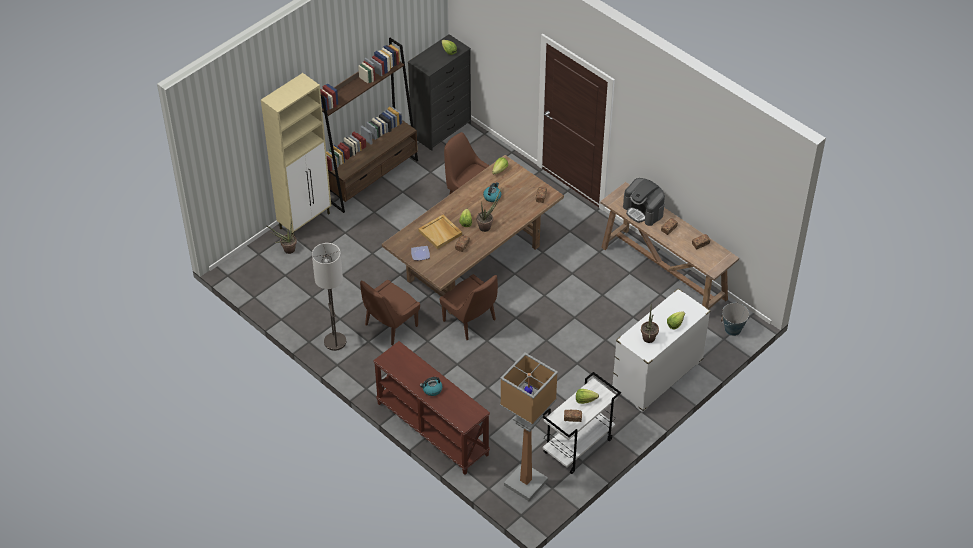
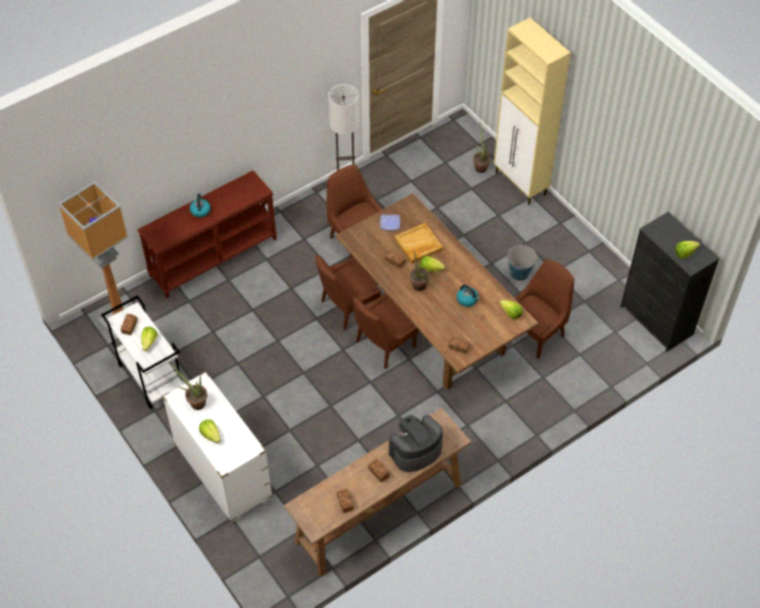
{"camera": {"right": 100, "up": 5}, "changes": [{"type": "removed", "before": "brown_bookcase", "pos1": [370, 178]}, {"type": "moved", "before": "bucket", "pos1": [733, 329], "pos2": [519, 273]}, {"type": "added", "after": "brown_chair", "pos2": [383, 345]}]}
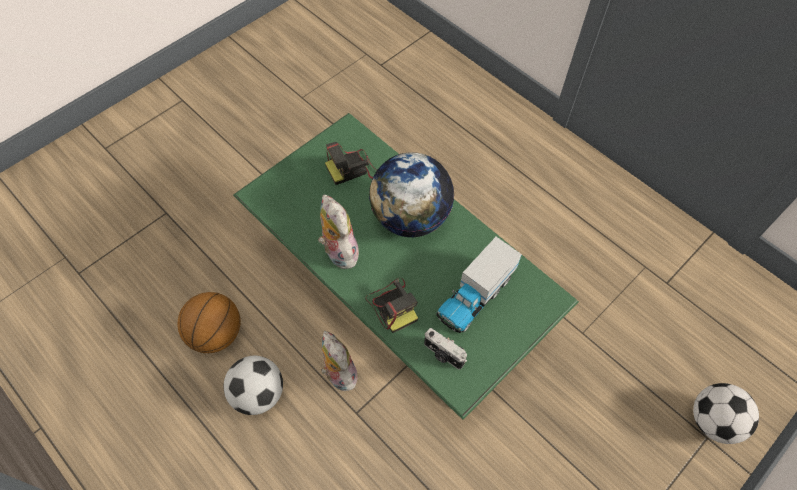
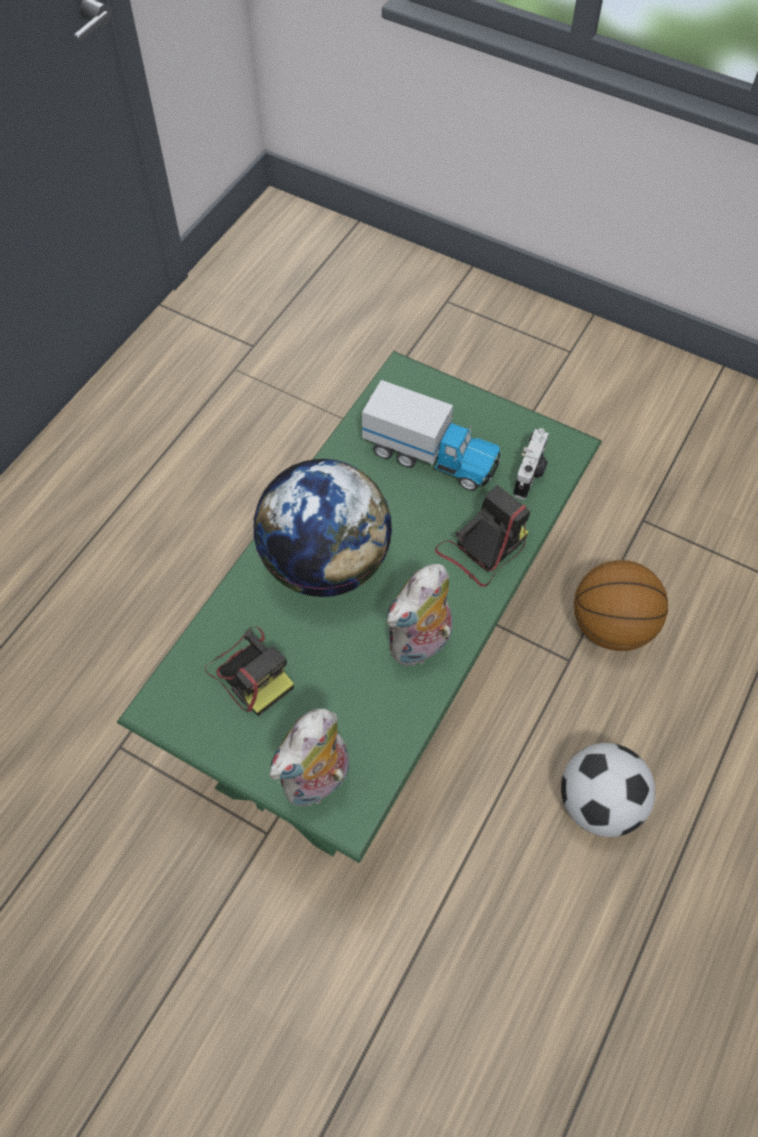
{"camera": {"right": -105, "up": 0}, "changes": [{"type": "moved", "before": "basketball", "pos1": [215, 334], "pos2": [611, 626]}, {"type": "moved", "before": "plush_toy", "pos1": [338, 374], "pos2": [317, 782]}, {"type": "removed", "before": "football", "pos1": [713, 421]}]}
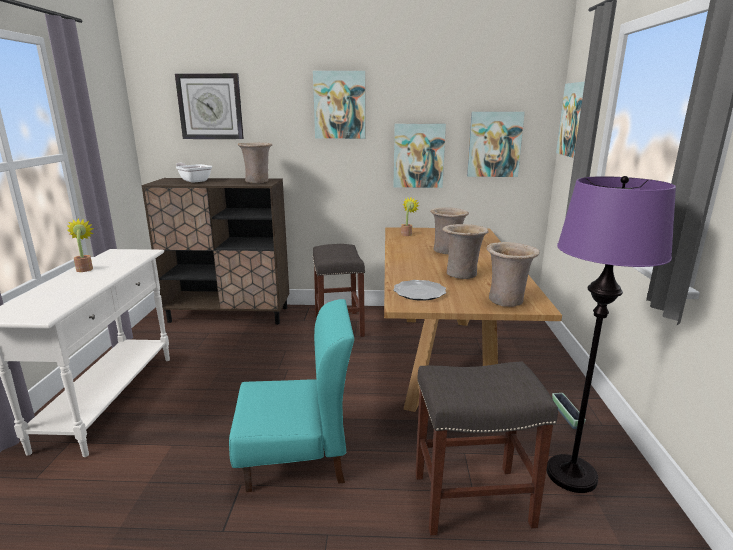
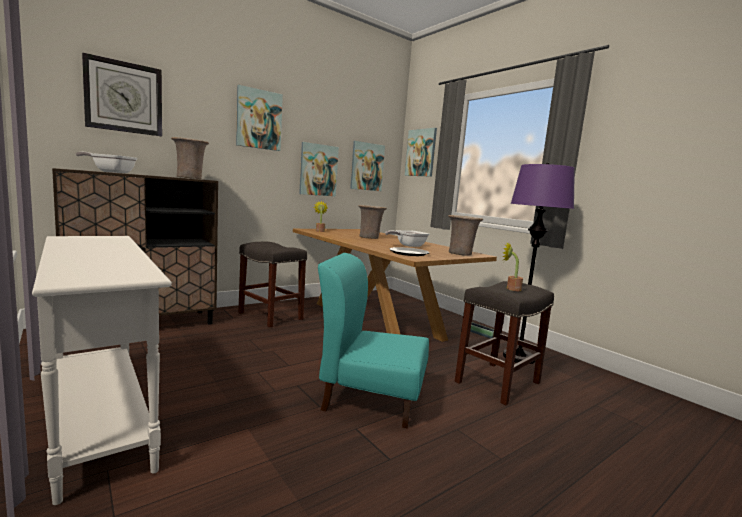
{"camera": {"right": -40, "up": -10}, "changes": [{"type": "moved", "before": "potted_plant", "pos1": [85, 268], "pos2": [510, 289]}, {"type": "replaced", "before": "beige_vase", "after": "frying_pan", "pos1": [461, 274], "pos2": [408, 245]}, {"type": "turned", "before": "turquoise_chair", "pos1": [296, 458], "pos2": [370, 399], "turn": -120}]}
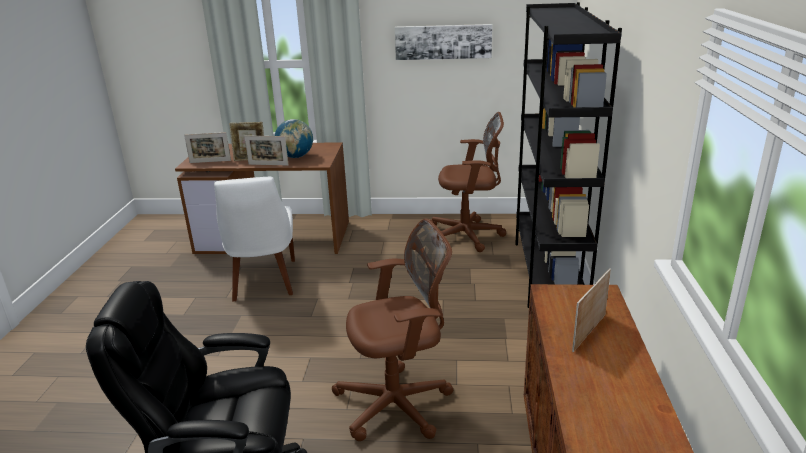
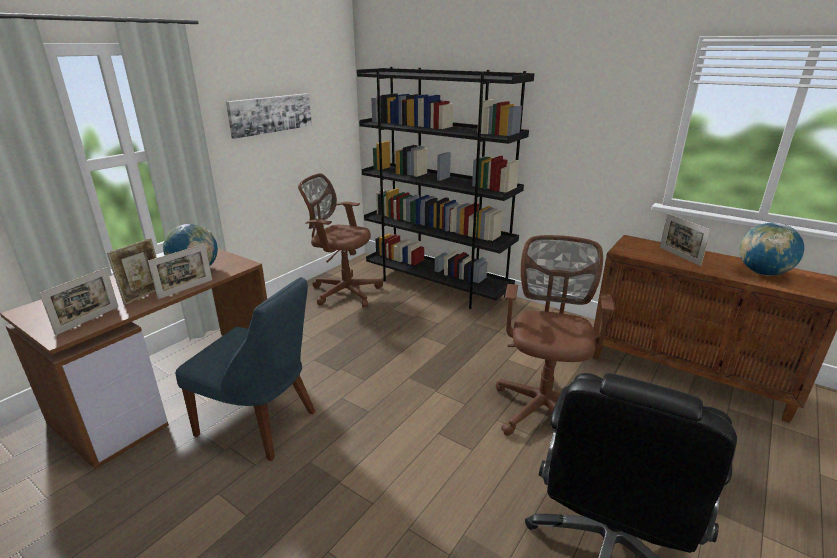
{"camera": {"right": -60, "up": 0}, "changes": [{"type": "turned", "before": "brown_office_chair", "pos1": [468, 235], "pos2": [343, 291], "turn": -105}, {"type": "recoloured", "before": "white_chair", "after": "blue_chair", "pos1": [264, 282], "pos2": [261, 424]}, {"type": "added", "after": "globe", "pos2": [762, 273]}]}
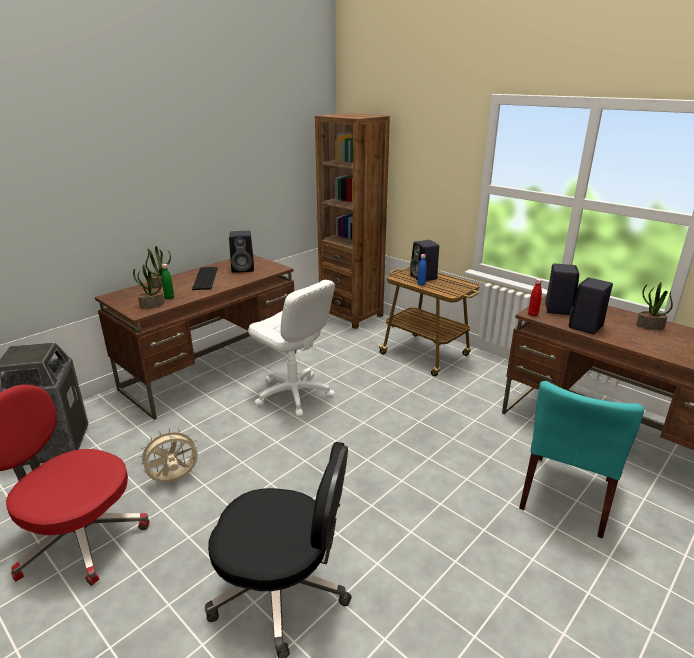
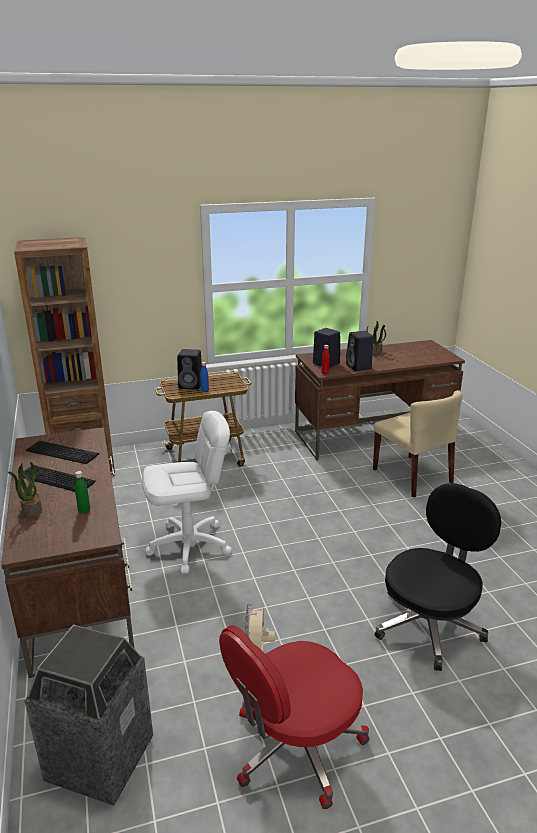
{"camera": {"right": -60, "up": 0}, "changes": [{"type": "replaced", "before": "black_speaker", "after": "keyboard", "pos1": [244, 269], "pos2": [62, 451]}, {"type": "removed", "before": "potted_plant", "pos1": [151, 305]}, {"type": "recoloured", "before": "turquoise_chair", "after": "beige_chair", "pos1": [567, 494], "pos2": [412, 476]}]}
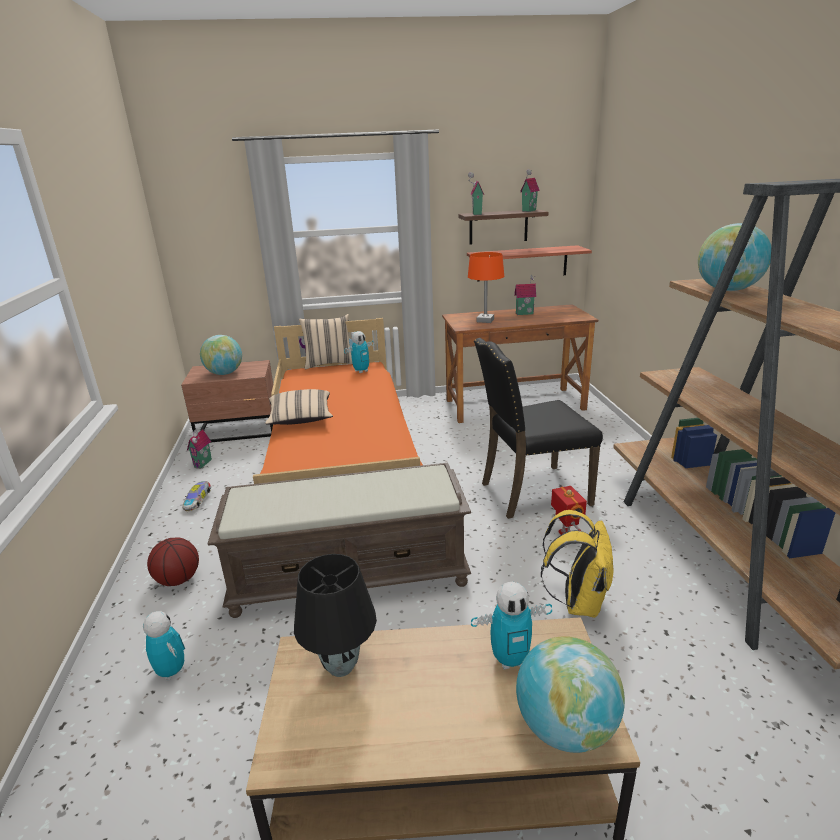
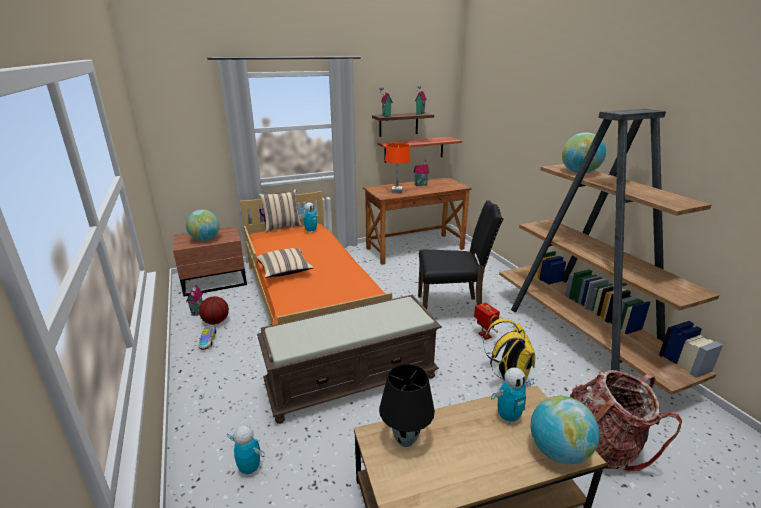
{"camera": {"right": -15, "up": 0}, "changes": [{"type": "turned", "before": "black_chair", "pos1": [532, 493], "pos2": [451, 309], "turn": -150}, {"type": "moved", "before": "basketball", "pos1": [178, 579], "pos2": [216, 321]}, {"type": "added", "after": "backpack", "pos2": [602, 446]}]}
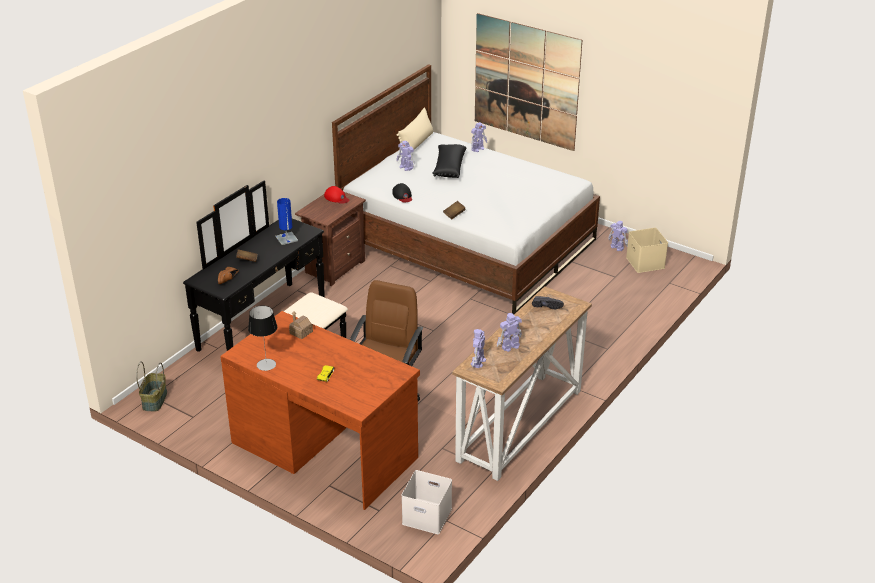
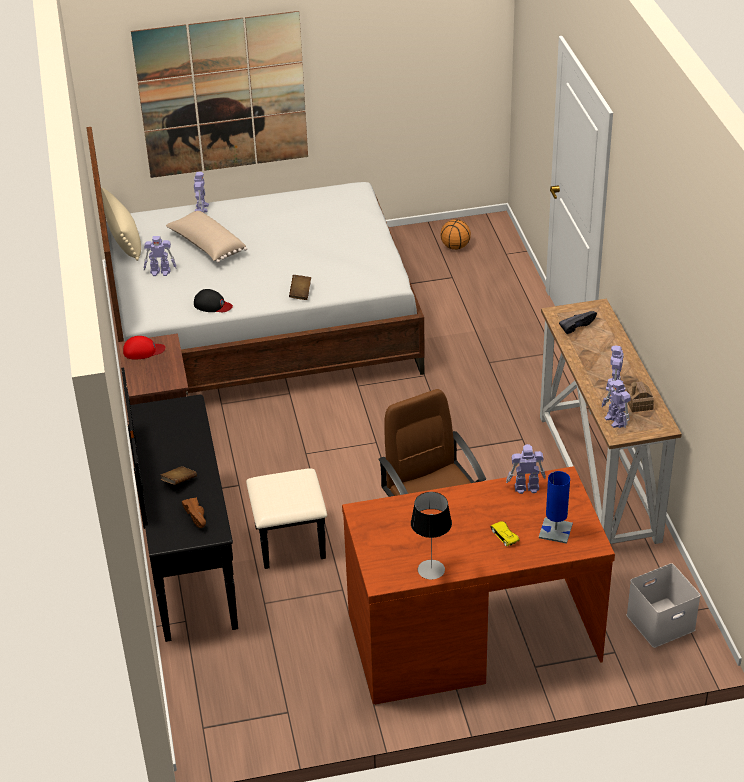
{"camera": {"right": -45, "up": 5}, "changes": [{"type": "recoloured", "before": "black_pillow", "after": "beige_pillow", "pos1": [448, 168], "pos2": [207, 246]}, {"type": "moved", "before": "blue_table_lamp", "pos1": [286, 239], "pos2": [555, 531]}, {"type": "moved", "before": "toy_robot", "pos1": [617, 247], "pos2": [526, 487]}, {"type": "replaced", "before": "beige_storage_box", "after": "basketball", "pos1": [644, 262], "pos2": [455, 247]}, {"type": "moved", "before": "toy_house", "pos1": [301, 332], "pos2": [639, 404]}, {"type": "removed", "before": "basket", "pos1": [154, 400]}]}
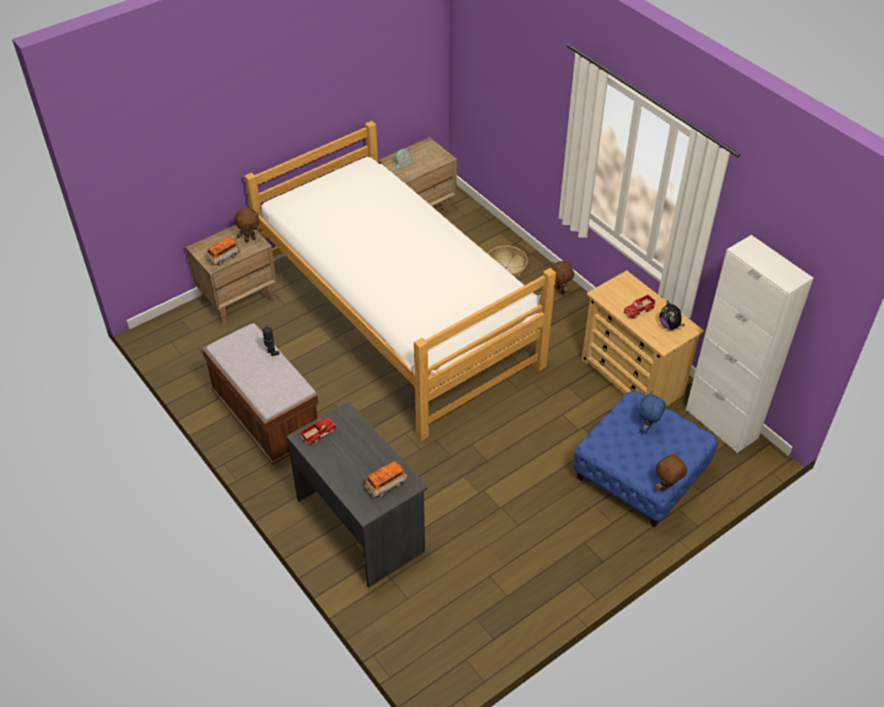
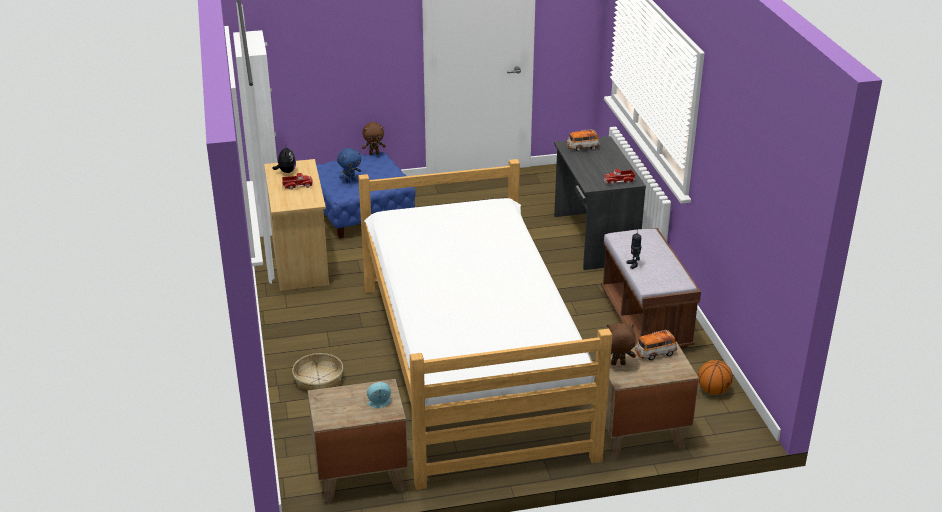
{"camera": {"right": -155, "up": -15}, "changes": [{"type": "removed", "before": "brown_plush_toy", "pos1": [560, 290]}, {"type": "added", "after": "basketball", "pos2": [713, 390]}]}
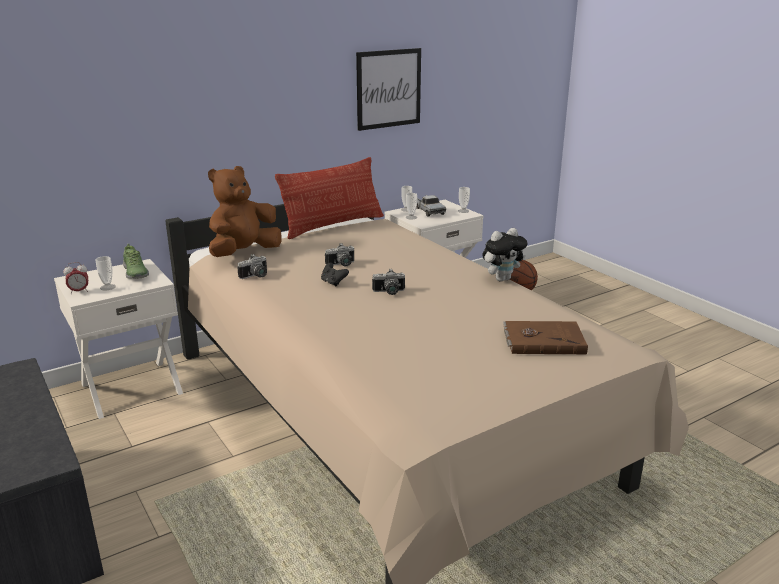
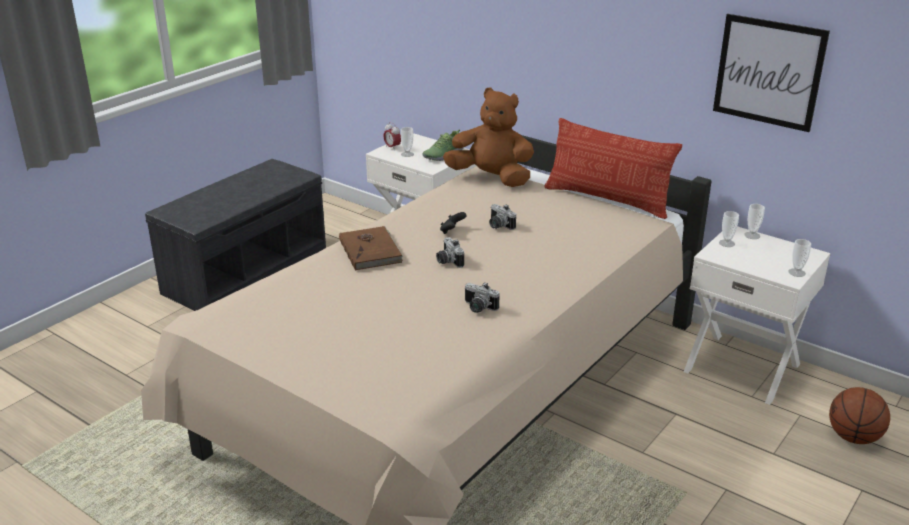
{"camera": {"right": 70, "up": 5}, "changes": [{"type": "removed", "before": "toy_truck", "pos1": [429, 211]}, {"type": "removed", "before": "plush_toy", "pos1": [502, 279]}, {"type": "moved", "before": "photo_camera", "pos1": [256, 276], "pos2": [478, 308]}, {"type": "moved", "before": "brown_book", "pos1": [543, 340], "pos2": [371, 250]}]}
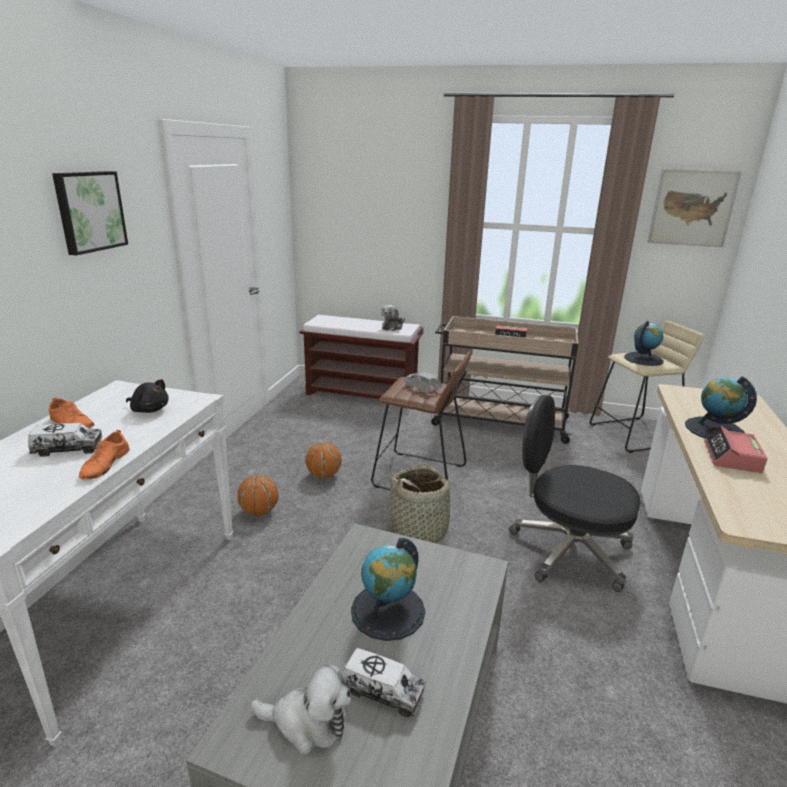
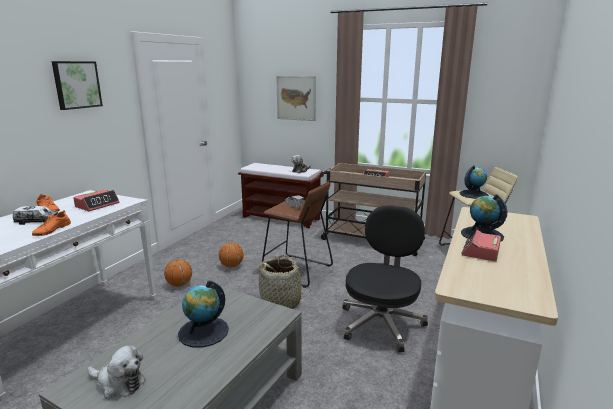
{"camera": {"right": 10, "up": -5}, "changes": [{"type": "moved", "before": "picture", "pos1": [692, 208], "pos2": [296, 98]}, {"type": "replaced", "before": "black_plush_toy", "after": "alarm_clock", "pos1": [149, 410], "pos2": [97, 205]}, {"type": "turned", "before": "black_office_chair", "pos1": [567, 550], "pos2": [381, 323], "turn": 75}, {"type": "removed", "before": "toy_truck", "pos1": [383, 691]}]}
